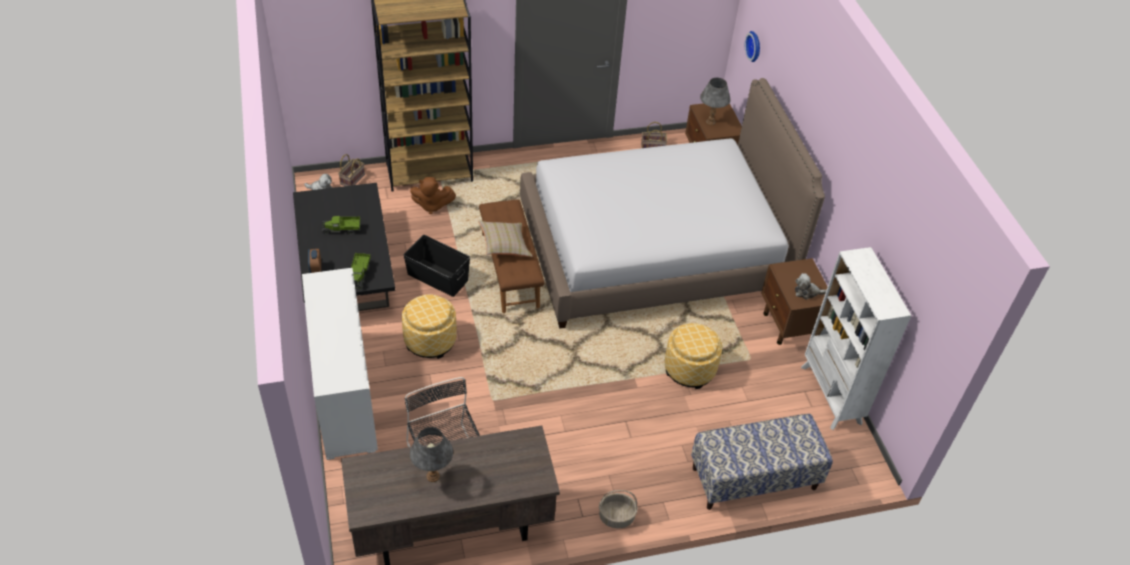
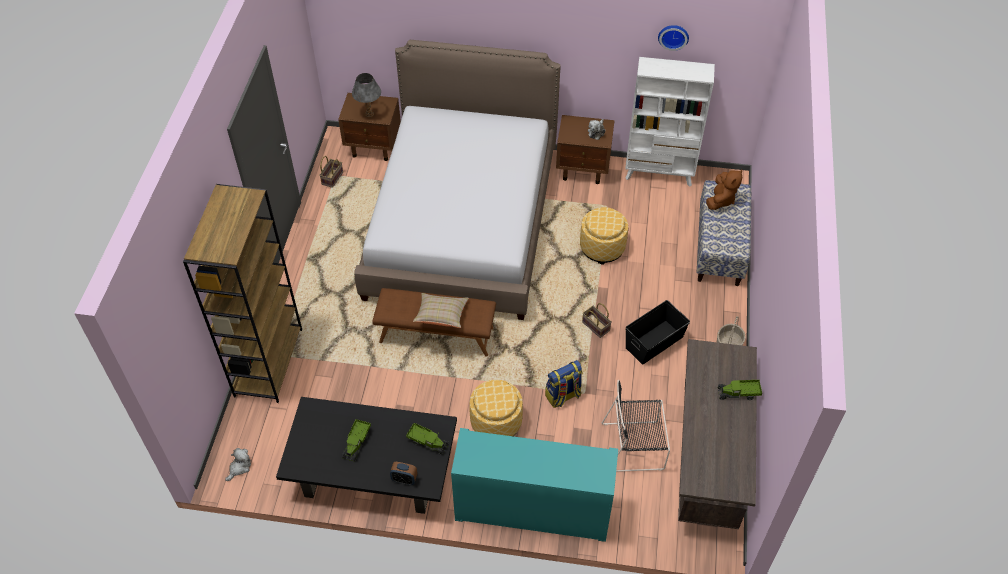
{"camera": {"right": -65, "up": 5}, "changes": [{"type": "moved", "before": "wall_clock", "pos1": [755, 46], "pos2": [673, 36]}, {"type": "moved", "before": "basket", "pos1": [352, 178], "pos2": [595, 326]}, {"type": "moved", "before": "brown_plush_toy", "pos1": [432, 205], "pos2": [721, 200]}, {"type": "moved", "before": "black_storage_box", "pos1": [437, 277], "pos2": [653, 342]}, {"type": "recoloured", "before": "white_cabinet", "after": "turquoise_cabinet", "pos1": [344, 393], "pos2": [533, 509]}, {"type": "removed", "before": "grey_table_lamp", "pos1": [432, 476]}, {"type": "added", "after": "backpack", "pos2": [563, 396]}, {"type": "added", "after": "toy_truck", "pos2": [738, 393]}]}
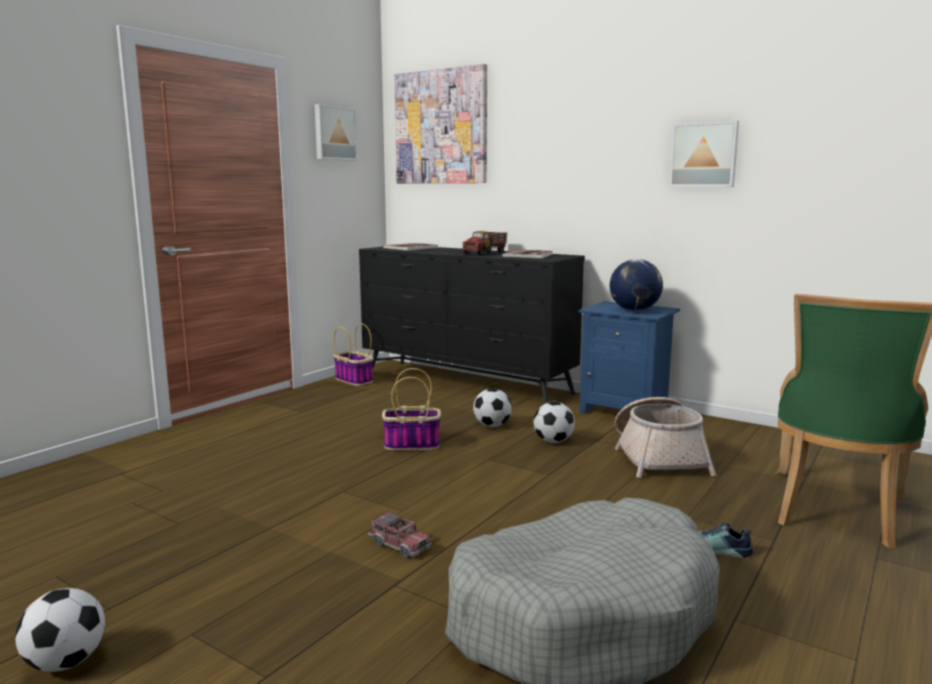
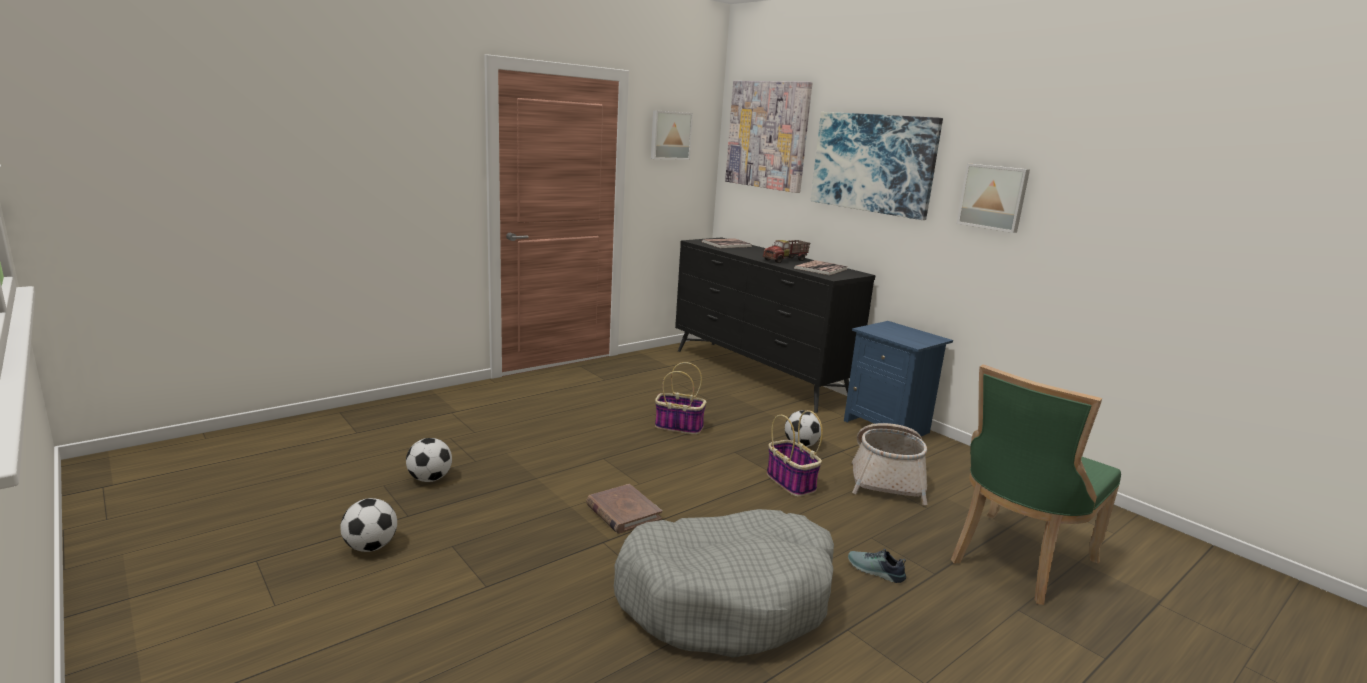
{"camera": {"right": 15, "up": 5}, "changes": [{"type": "removed", "before": "globe", "pos1": [634, 310]}, {"type": "moved", "before": "basket", "pos1": [354, 380], "pos2": [791, 482]}, {"type": "moved", "before": "football", "pos1": [492, 426], "pos2": [430, 479]}, {"type": "replaced", "before": "toy_truck", "after": "brown_book", "pos1": [400, 545], "pos2": [623, 512]}, {"type": "added", "after": "picture", "pos2": [873, 163]}]}
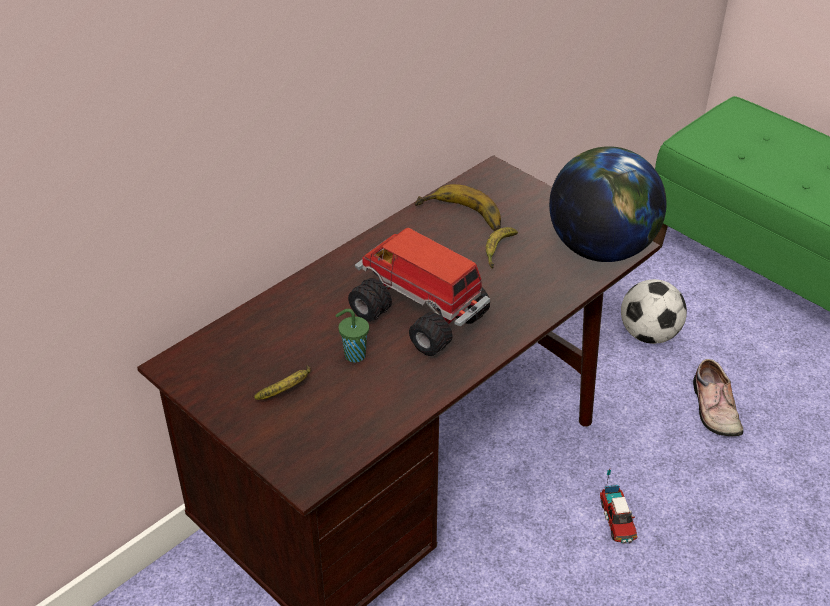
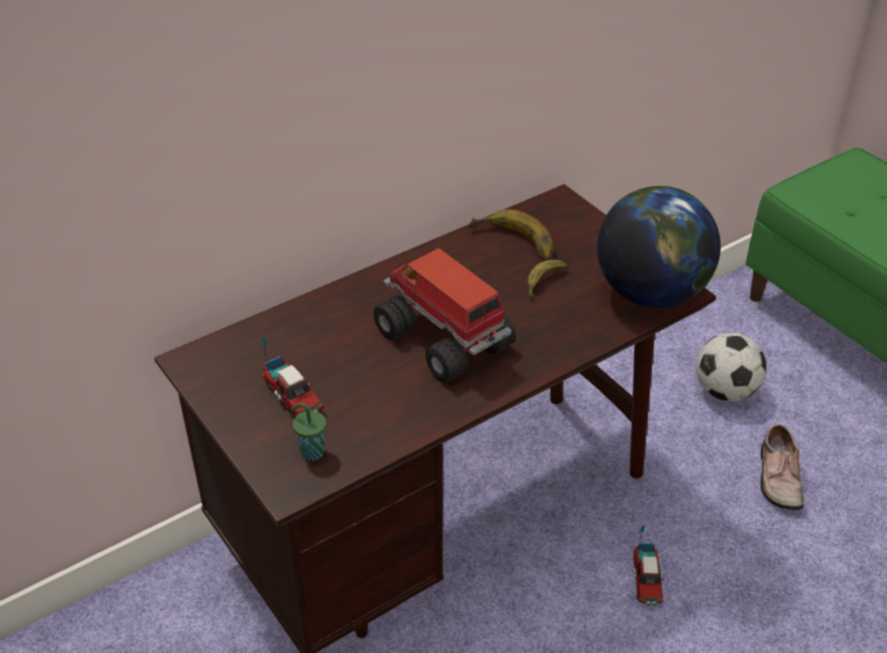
{"camera": {"right": 10, "up": 0}, "changes": [{"type": "moved", "before": "green_cup", "pos1": [353, 355], "pos2": [311, 452]}, {"type": "replaced", "before": "banana", "after": "toy_truck", "pos1": [287, 389], "pos2": [293, 398]}]}
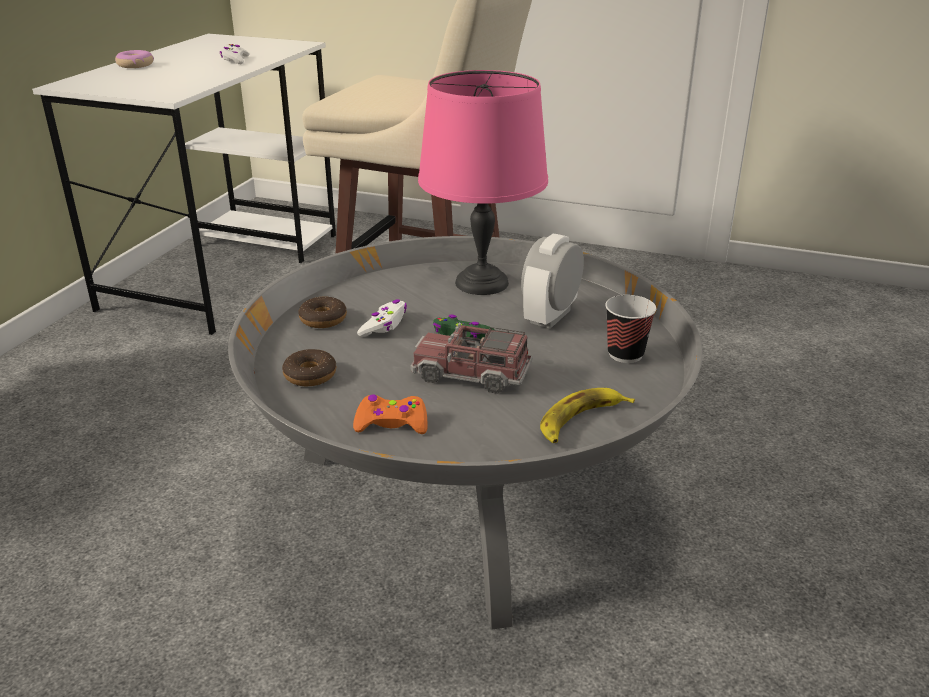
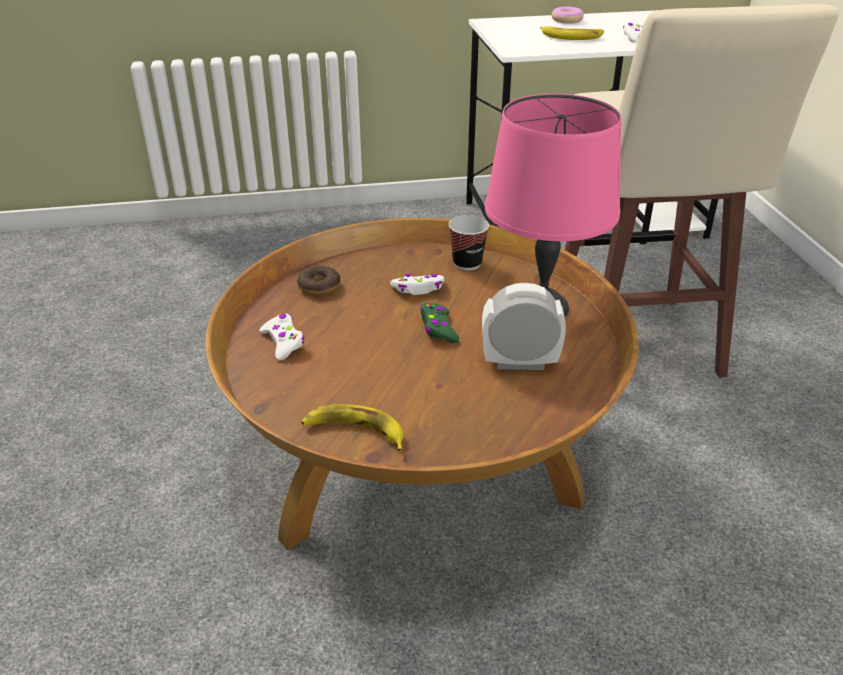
{"camera": {"right": 60, "up": 5}, "changes": [{"type": "recoloured", "before": "grey_coffee_table", "after": "brown_coffee_table", "pos1": [464, 492], "pos2": [421, 462]}, {"type": "moved", "before": "cup", "pos1": [625, 354], "pos2": [467, 263]}, {"type": "removed", "before": "donut", "pos1": [323, 319]}, {"type": "removed", "before": "toy_truck", "pos1": [471, 374]}, {"type": "recoloured", "before": "orange_game_controller", "after": "white_game_controller", "pos1": [391, 423], "pos2": [283, 342]}, {"type": "added", "after": "banana", "pos2": [572, 37]}]}
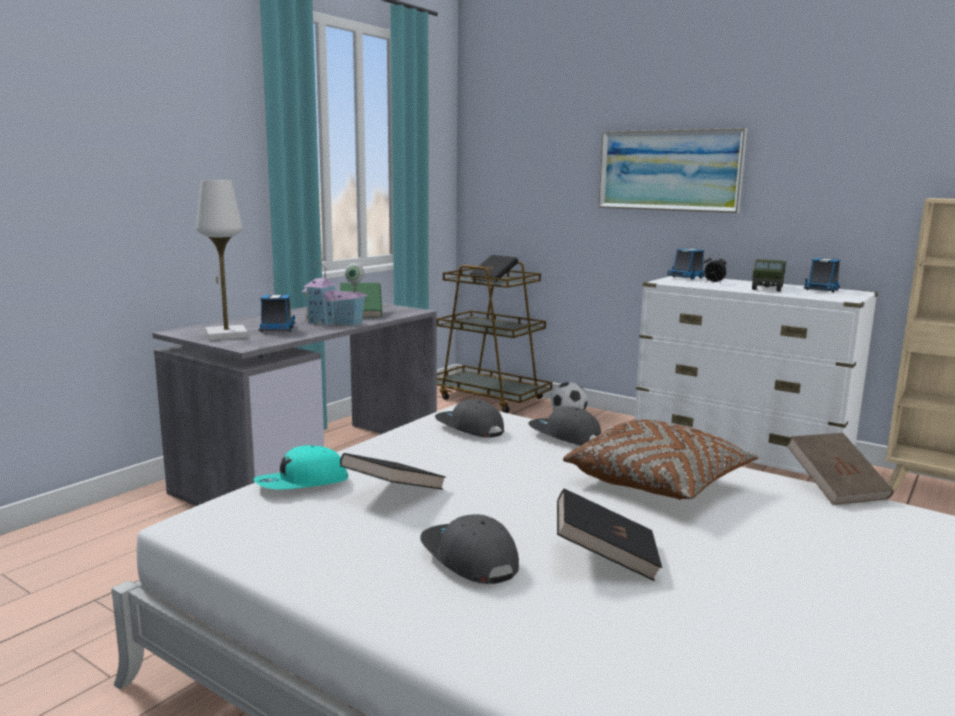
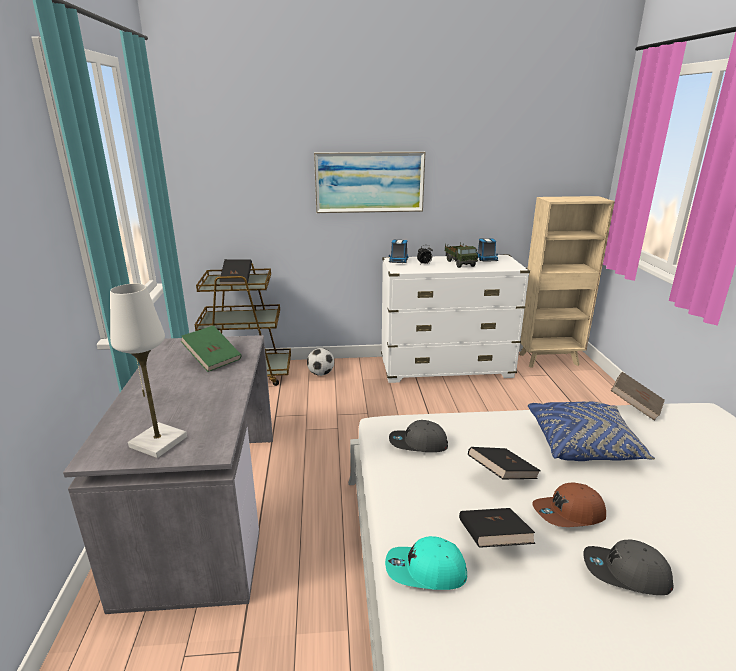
{"camera": {"right": -40, "up": 10}, "changes": [{"type": "removed", "before": "toy_house", "pos1": [334, 323]}, {"type": "removed", "before": "toy_truck", "pos1": [277, 329]}, {"type": "removed", "before": "grey_cap", "pos1": [564, 436]}, {"type": "recoloured", "before": "brown_pillow", "after": "blue_pillow", "pos1": [658, 483], "pos2": [583, 444]}, {"type": "turned", "before": "turquoise_cap", "pos1": [301, 484], "pos2": [425, 571], "turn": 75}, {"type": "moved", "before": "black_book", "pos1": [605, 557], "pos2": [502, 475]}, {"type": "added", "after": "brown_cap", "pos2": [569, 514]}]}
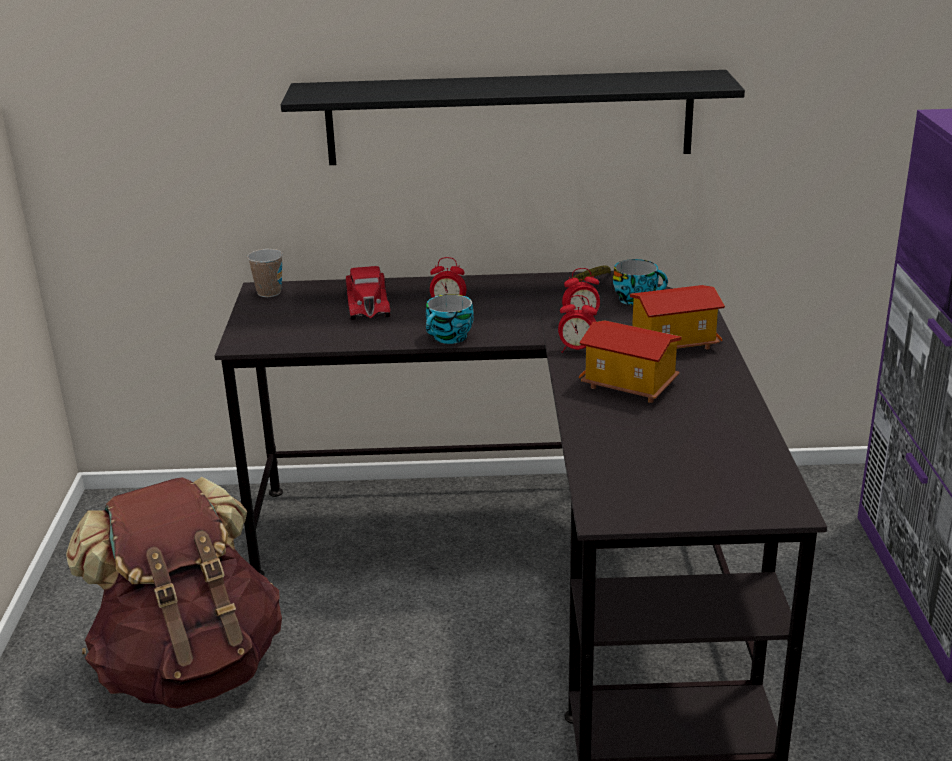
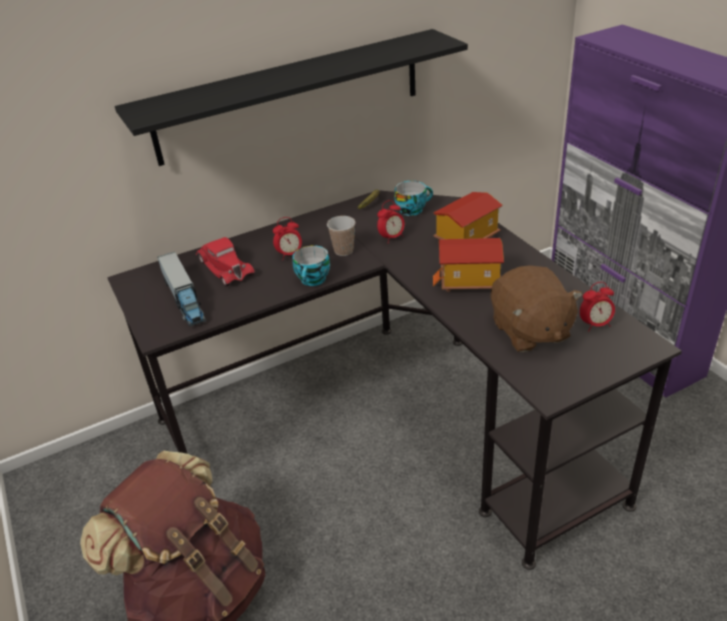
{"camera": {"right": -25, "up": 10}, "changes": [{"type": "moved", "before": "cup", "pos1": [269, 292], "pos2": [343, 251]}, {"type": "moved", "before": "alarm_clock", "pos1": [577, 350], "pos2": [595, 325]}, {"type": "added", "after": "toy_truck", "pos2": [184, 299]}, {"type": "added", "after": "brown_plush_toy", "pos2": [529, 331]}]}
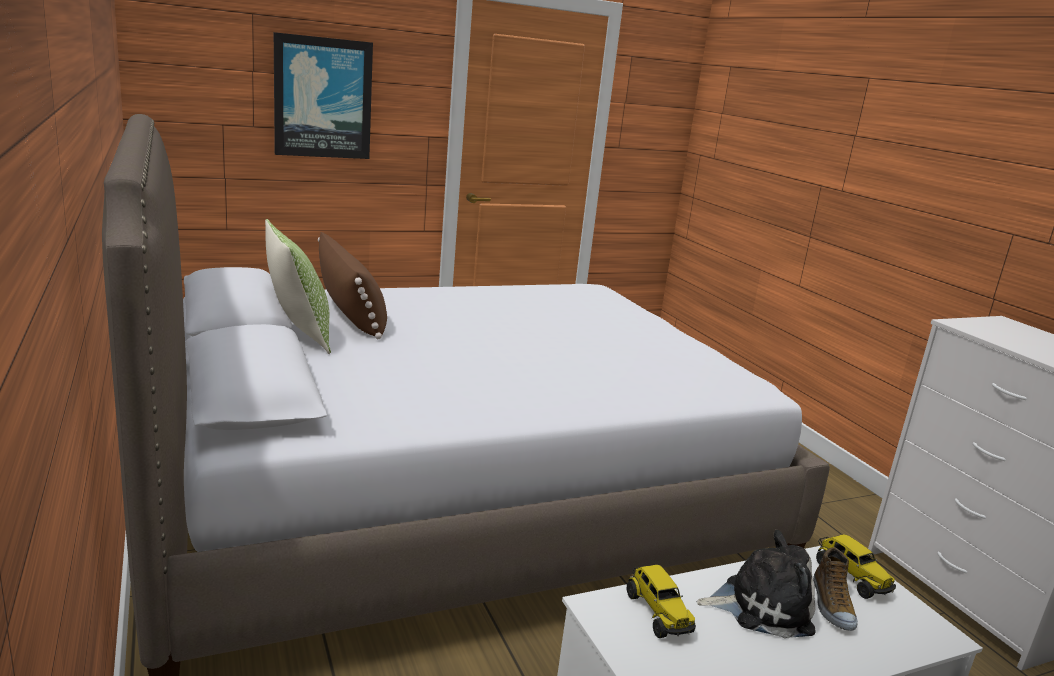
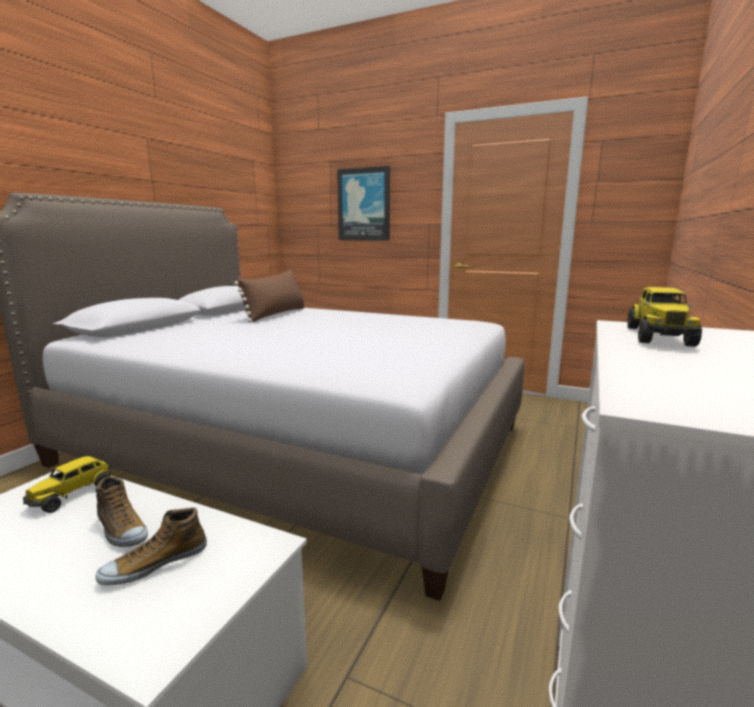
{"camera": {"right": 50, "up": -5}, "changes": [{"type": "removed", "before": "pillow", "pos1": [298, 335]}, {"type": "replaced", "before": "plush_toy", "after": "shoe", "pos1": [761, 605], "pos2": [121, 529]}, {"type": "moved", "before": "toy_truck", "pos1": [851, 577], "pos2": [658, 336]}]}
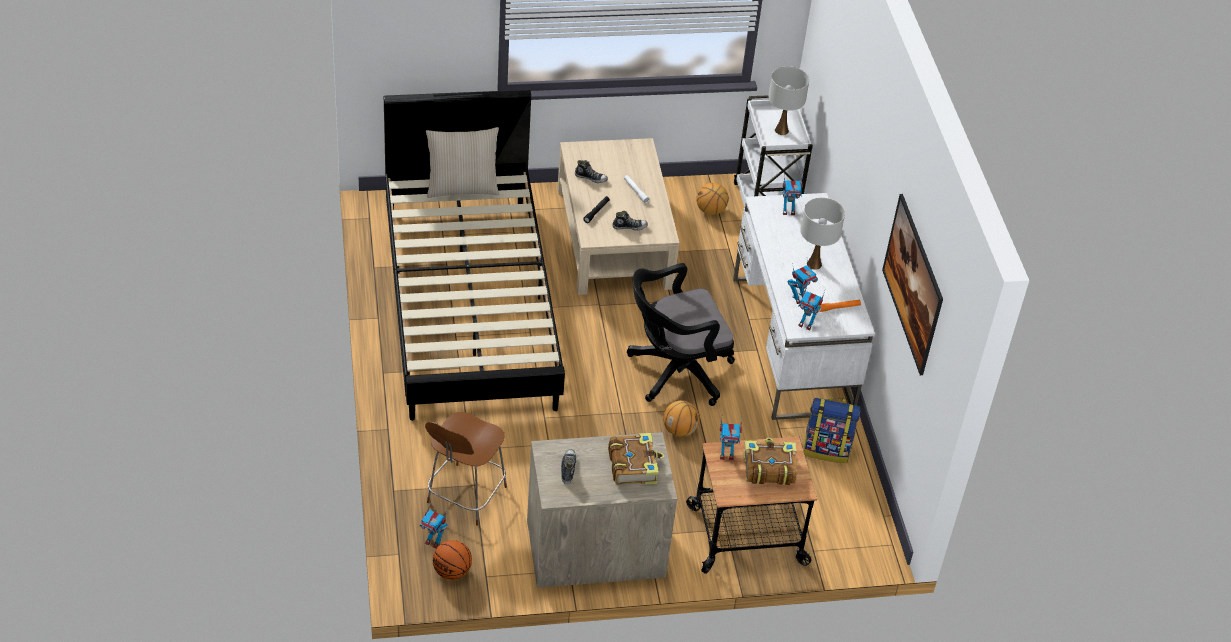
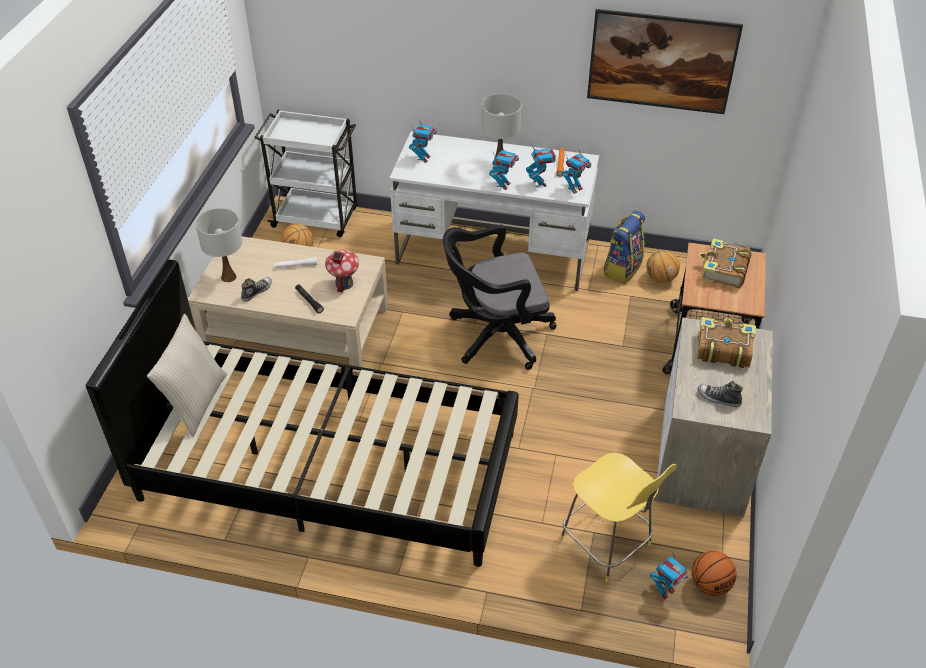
{"camera": {"right": -65, "up": 0}, "changes": [{"type": "moved", "before": "white_table_lamp", "pos1": [781, 130], "pos2": [228, 277]}, {"type": "replaced", "before": "shoe", "after": "toy_house", "pos1": [629, 226], "pos2": [344, 284]}, {"type": "turned", "before": "black_office_chair", "pos1": [674, 372], "pos2": [495, 336], "turn": 75}, {"type": "moved", "before": "basketball", "pos1": [679, 430], "pos2": [660, 278]}, {"type": "recoloured", "before": "brown_stool", "after": "yellow_stool", "pos1": [465, 496], "pos2": [607, 545]}, {"type": "moved", "before": "toy_robot", "pos1": [726, 455], "pos2": [503, 185]}]}
